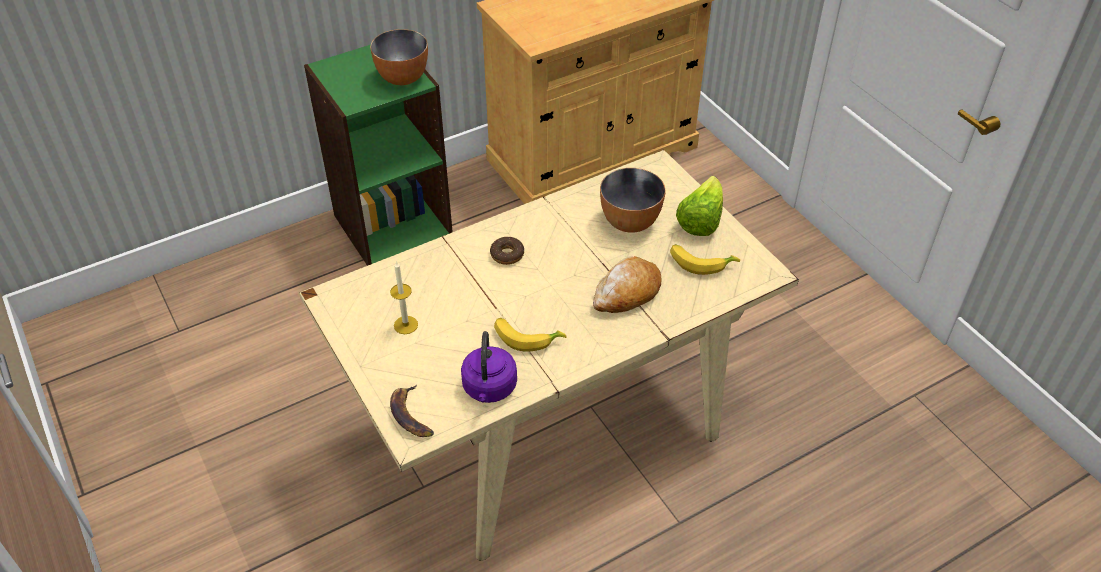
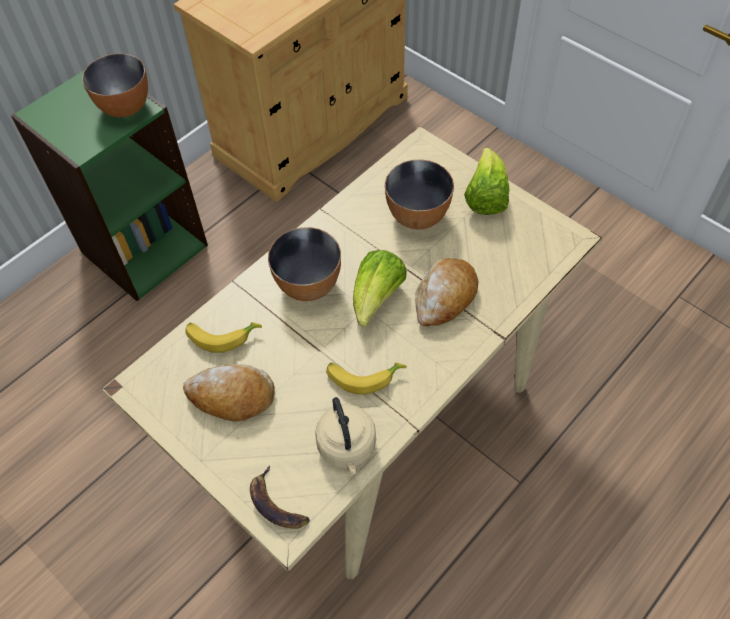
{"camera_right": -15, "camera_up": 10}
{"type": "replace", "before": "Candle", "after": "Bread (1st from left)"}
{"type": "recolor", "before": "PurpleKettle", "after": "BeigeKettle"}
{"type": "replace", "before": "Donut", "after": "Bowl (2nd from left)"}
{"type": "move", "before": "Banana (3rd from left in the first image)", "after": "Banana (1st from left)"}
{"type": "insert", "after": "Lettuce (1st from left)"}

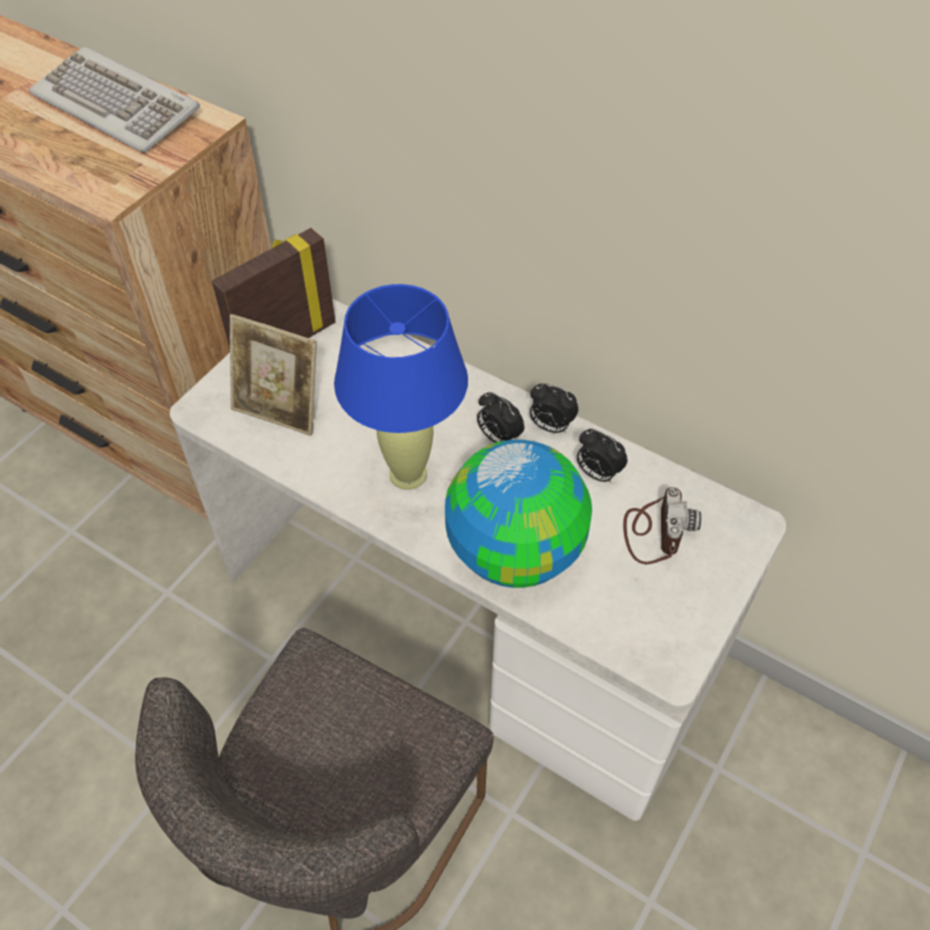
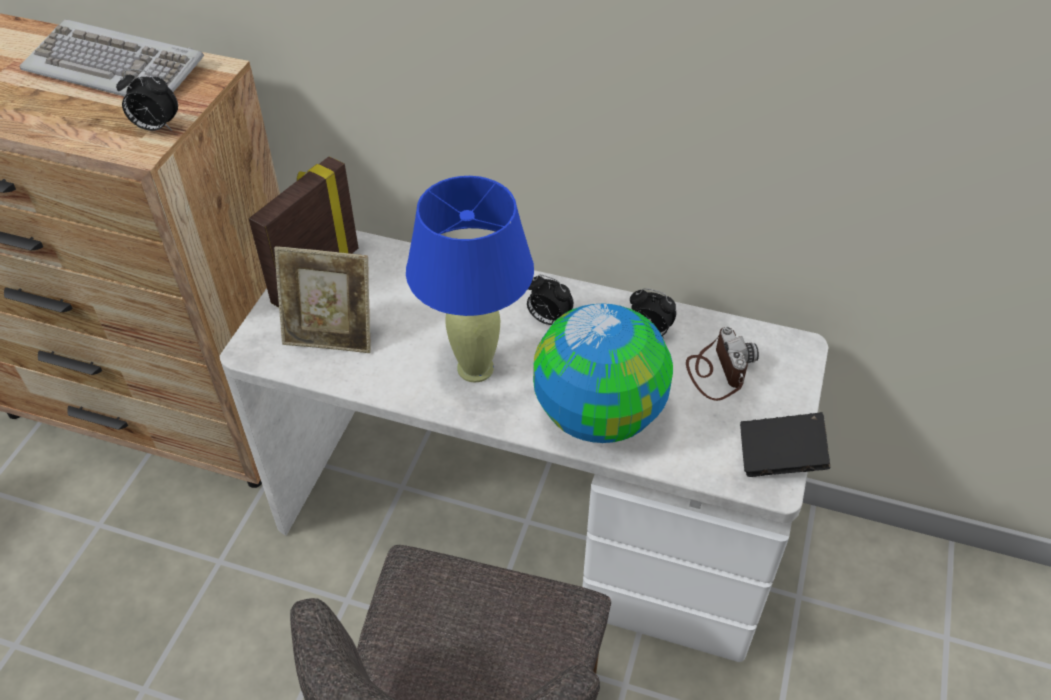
{"camera_right": -15, "camera_up": -5}
{"type": "move", "before": "AlarmClock (2nd from left in the first image)", "after": "AlarmClock (1st from left)"}
{"type": "insert", "after": "BlackBook"}

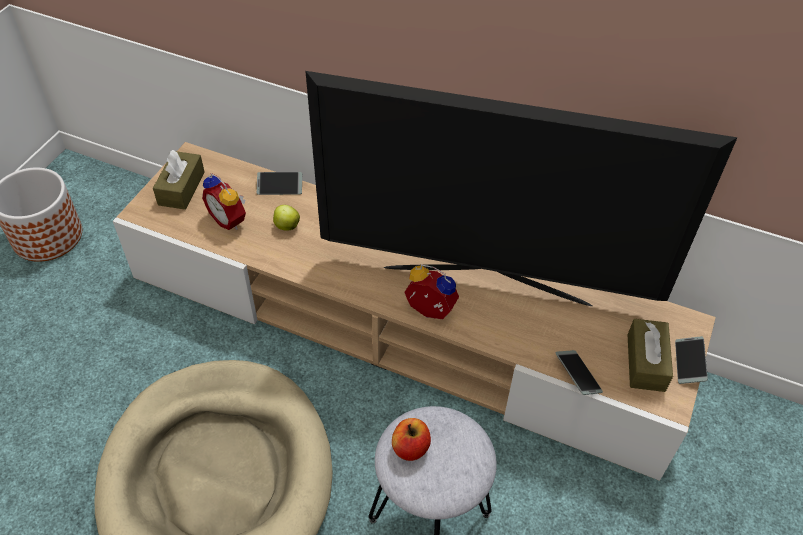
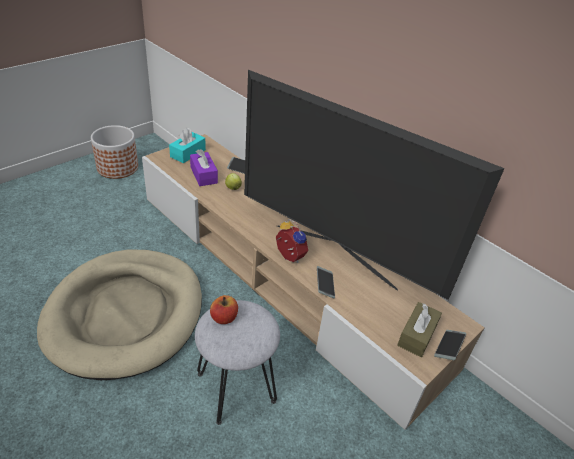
{"camera_right": 20, "camera_up": -10}
{"type": "recolor", "before": "BrownTissueBox (1st from left)", "after": "TurquoiseTissueBox"}
{"type": "replace", "before": "AlarmClock (1st from left)", "after": "PurpleTissueBox"}
{"type": "move", "before": "Phone (2nd from left)"}

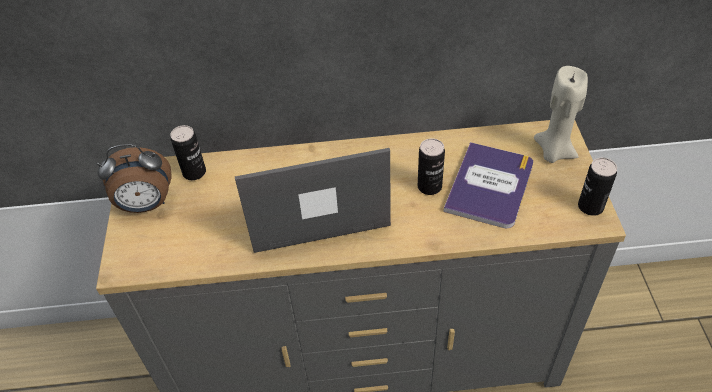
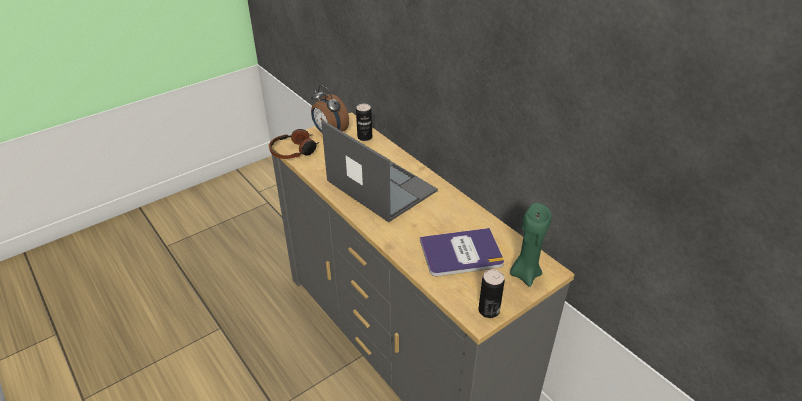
{"camera_right": 55, "camera_up": -10}
{"type": "delete", "before": "Can (2nd from left)"}
{"type": "recolor", "before": "BeigeCandle", "after": "GreenCandle"}
{"type": "insert", "after": "Headphones"}

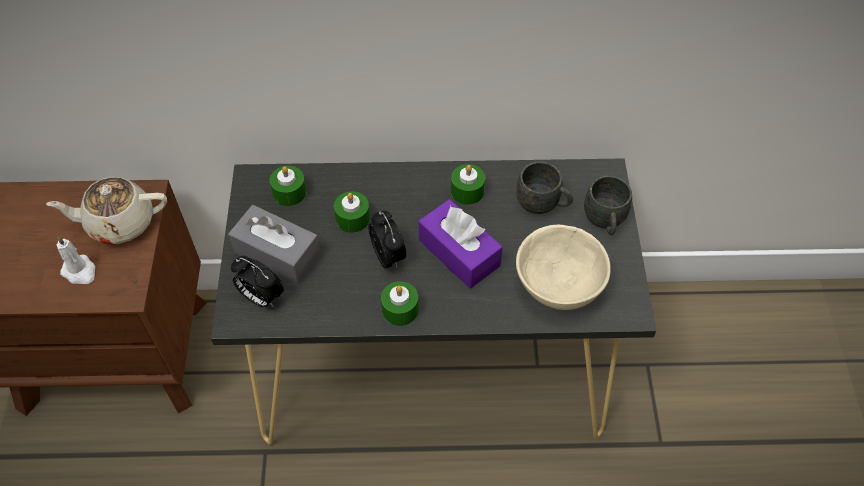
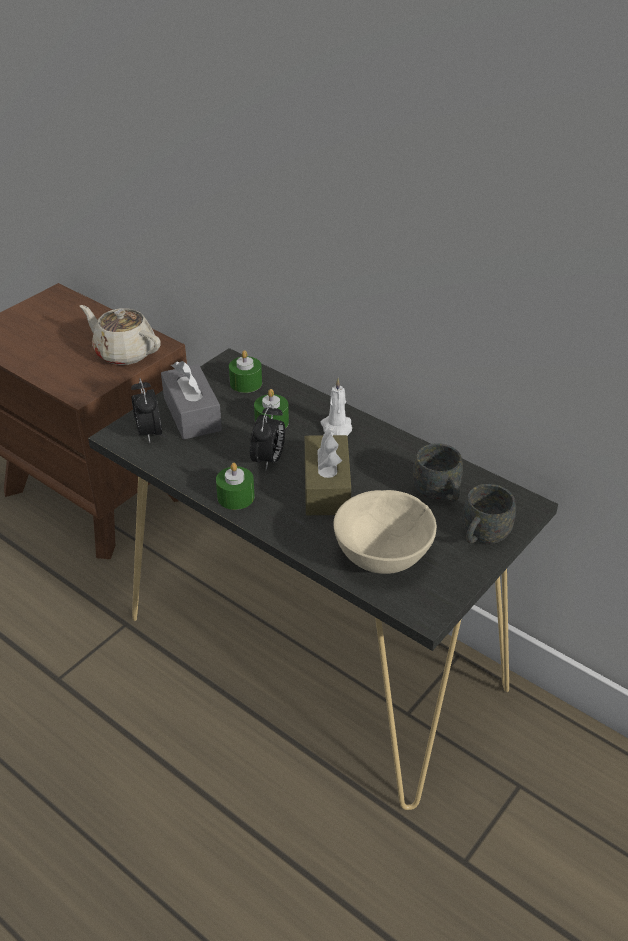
{"camera_right": 40, "camera_up": -15}
{"type": "move", "before": "WhiteCandle"}
{"type": "recolor", "before": "PurpleTissueBox", "after": "BrownTissueBox"}
{"type": "delete", "before": "GreenCandle (4th from left)"}

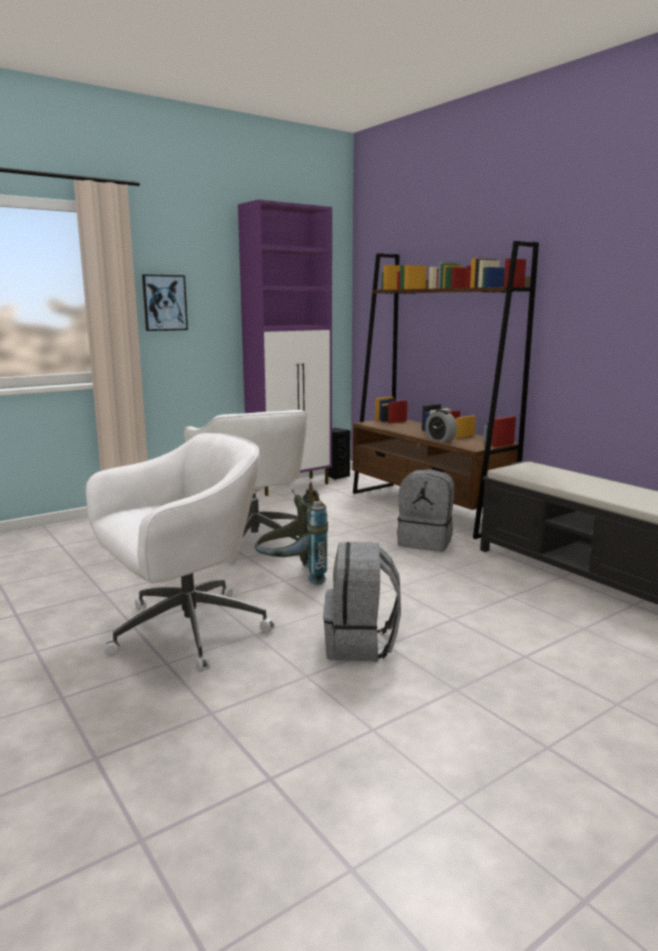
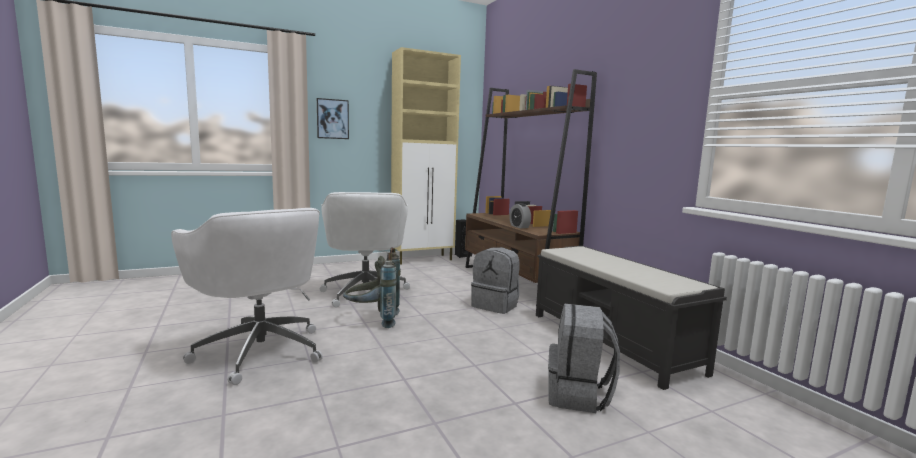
{"camera_right": 10, "camera_up": -5}
{"type": "rotate", "before": "WhiteOfficeChair (1st from left)", "turn": 75}
{"type": "recolor", "before": "PurpleCabinet", "after": "BeigeCabinet"}
{"type": "move", "before": "GreyBackpack (2nd from left in the first image)", "after": "GreyBackpack (3rd from left)"}

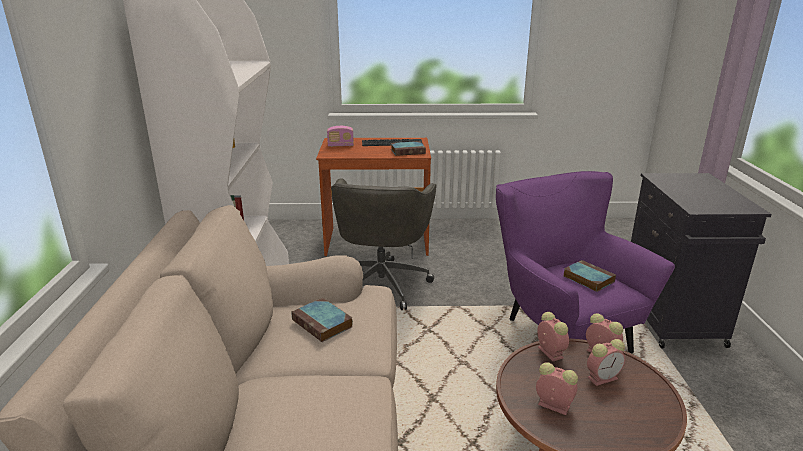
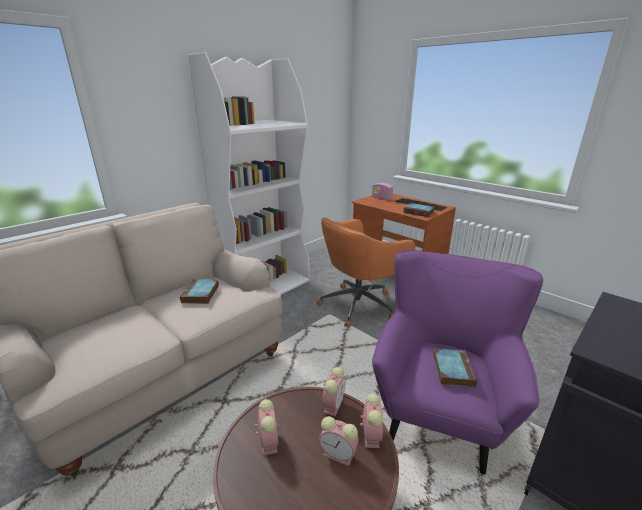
{"camera_right": 45, "camera_up": 0}
{"type": "recolor", "before": "GreyOfficeChair", "after": "OrangeOfficeChair"}

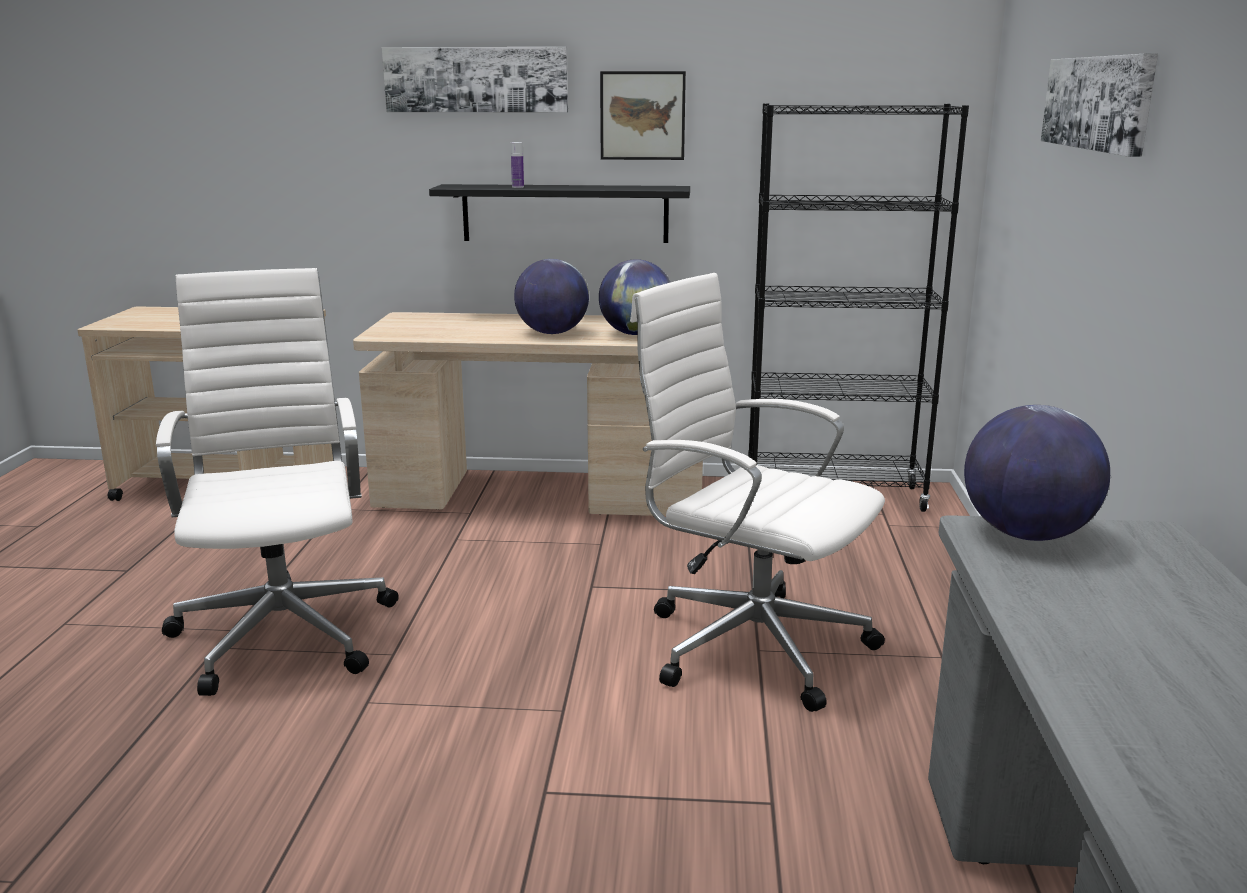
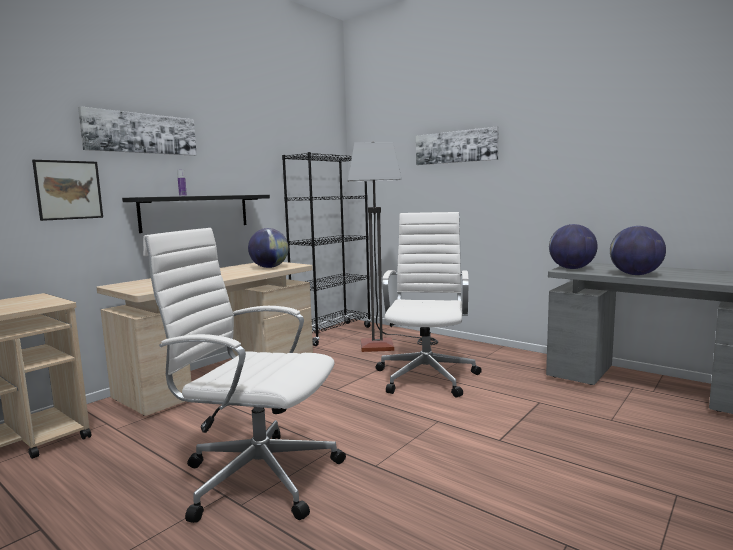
{"camera_right": -55, "camera_up": -10}
{"type": "move", "before": "Globe (1st from left in the first image)", "after": "Globe (3rd from left)"}
{"type": "move", "before": "Picture (2nd from left in the first image)", "after": "Picture (1st from left)"}
{"type": "rotate", "before": "WhiteOfficeChair (2nd from left)", "turn": 120}
{"type": "insert", "after": "FloorLamp"}

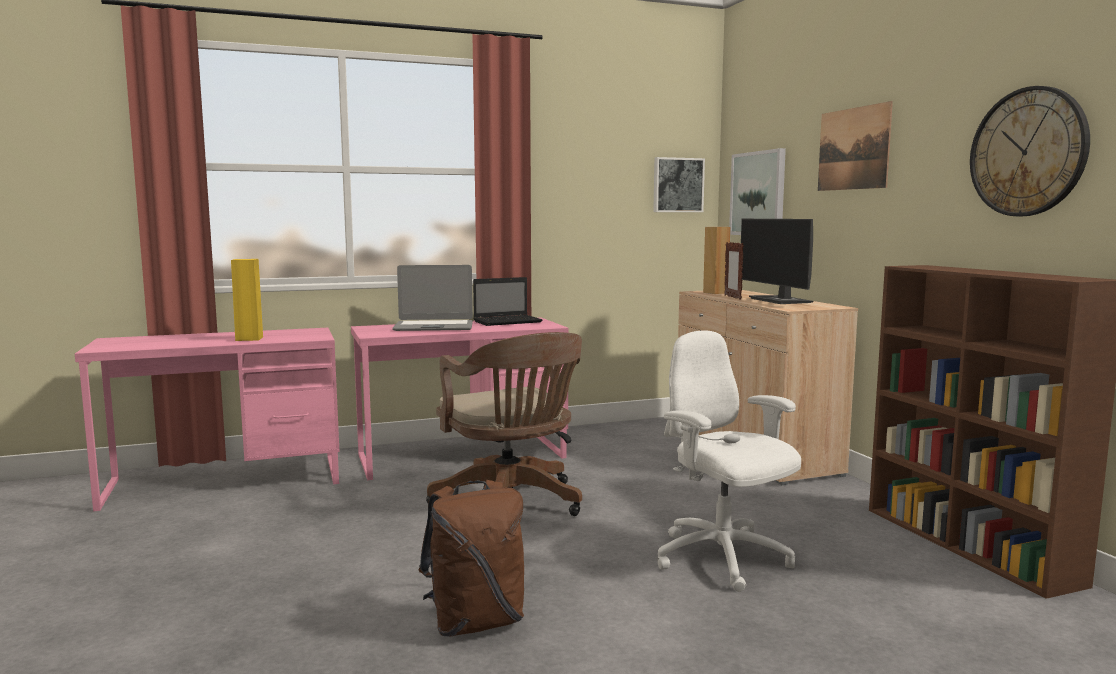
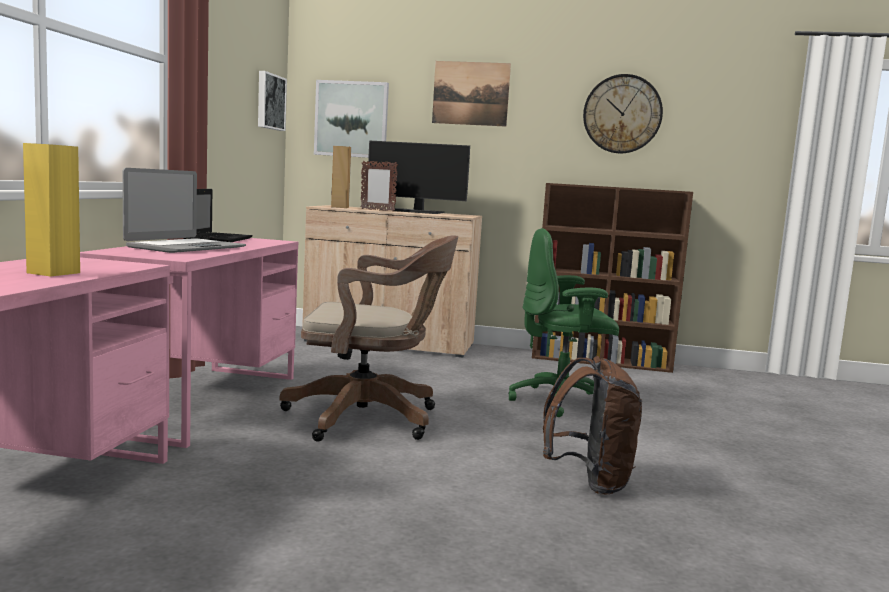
{"camera_right": -60, "camera_up": 0}
{"type": "recolor", "before": "WhiteOfficeChair", "after": "GreenOfficeChair"}

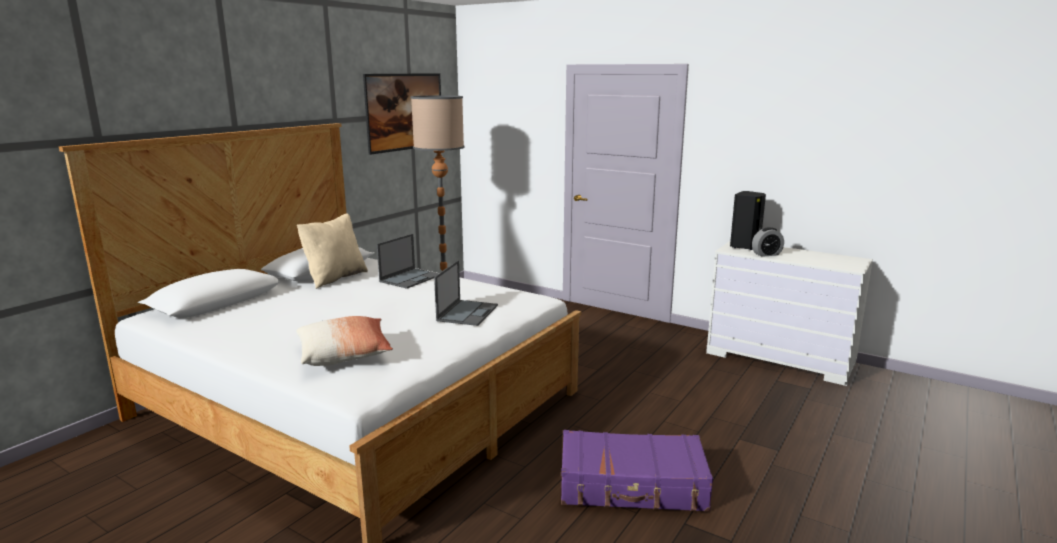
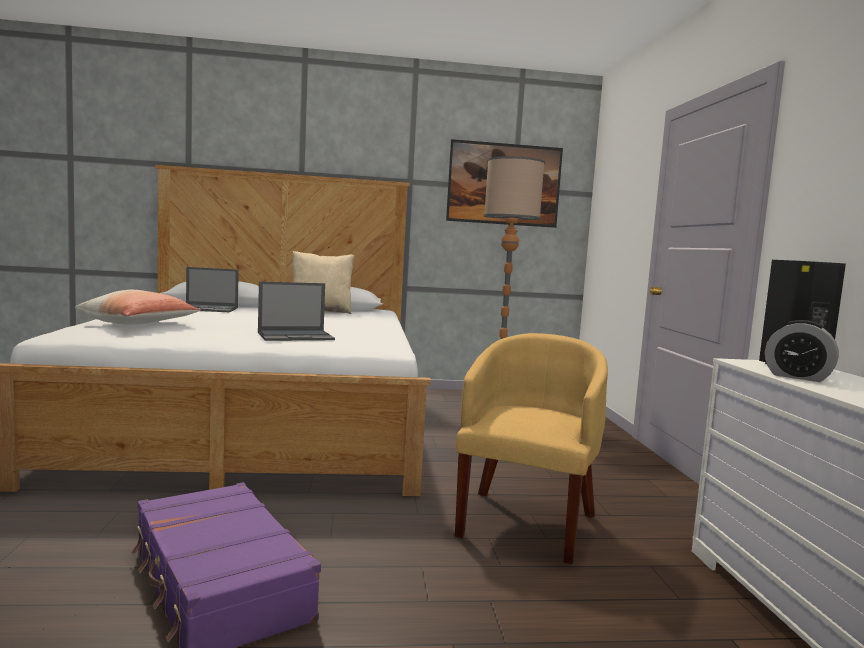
{"camera_right": 50, "camera_up": -10}
{"type": "move", "before": "Laptop (1st from left)"}
{"type": "insert", "after": "YellowArmchair"}

